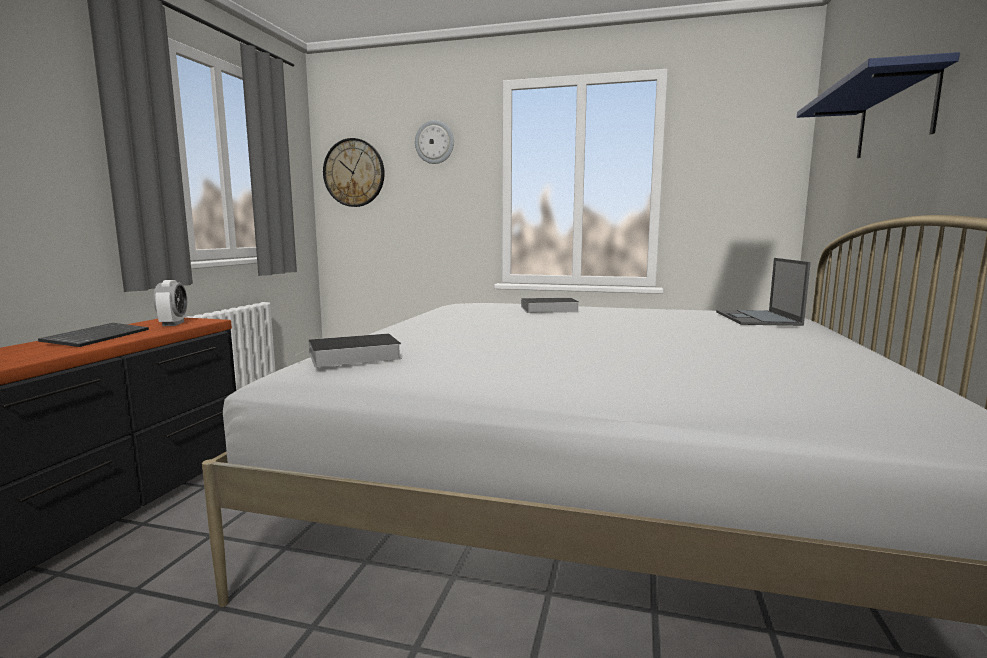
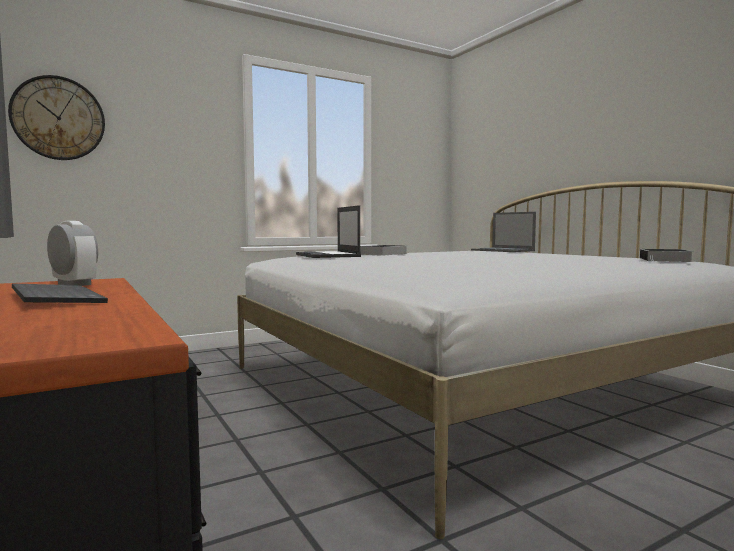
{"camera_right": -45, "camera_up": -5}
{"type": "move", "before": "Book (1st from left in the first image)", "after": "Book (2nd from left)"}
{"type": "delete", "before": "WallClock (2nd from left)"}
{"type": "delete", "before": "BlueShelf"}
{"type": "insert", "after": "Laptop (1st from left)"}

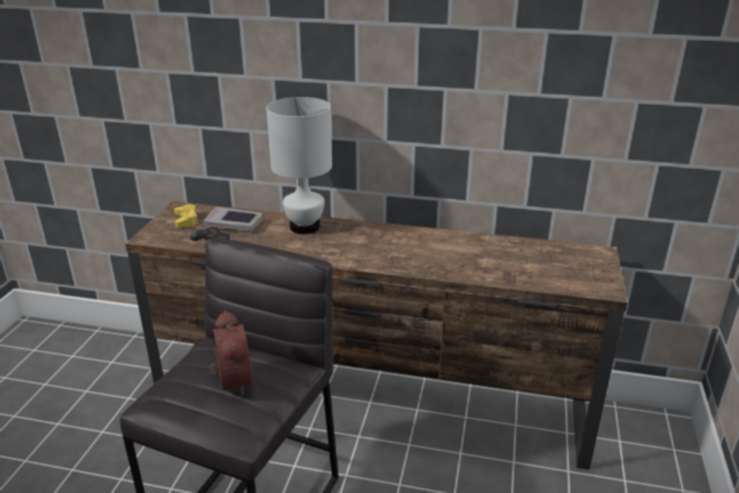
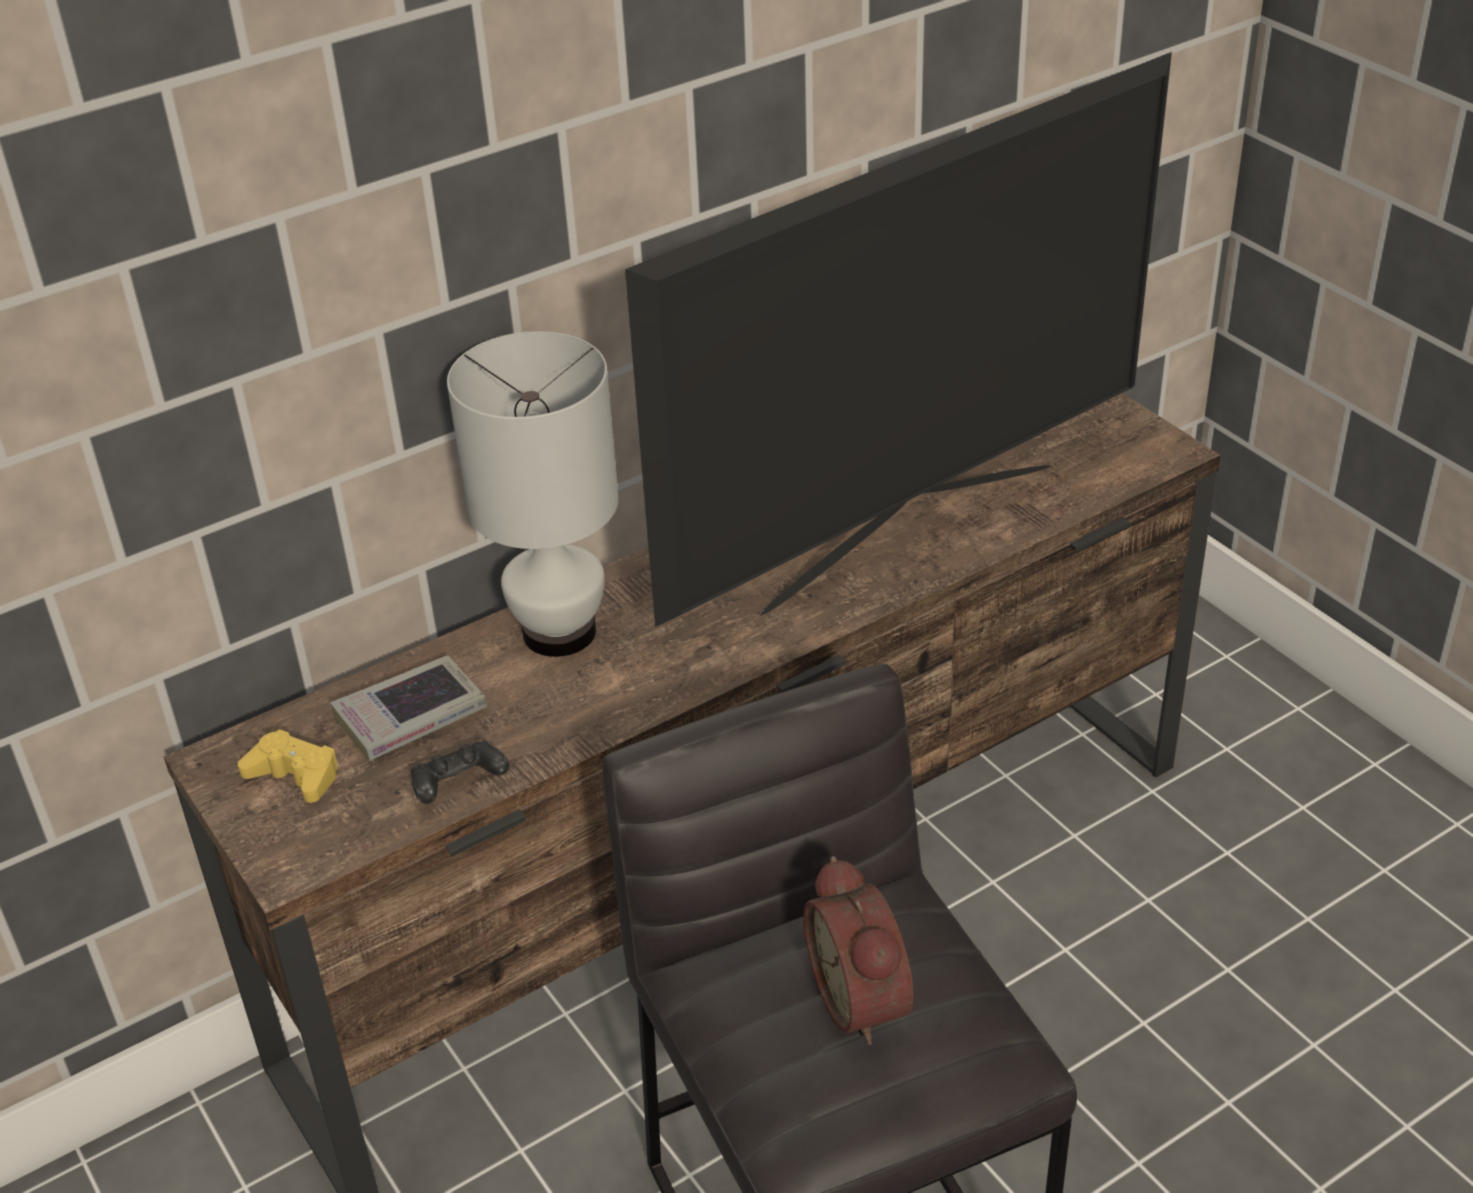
{"camera_right": -45, "camera_up": 10}
{"type": "rotate", "before": "AlarmClock", "turn": -135}
{"type": "insert", "after": "Television"}

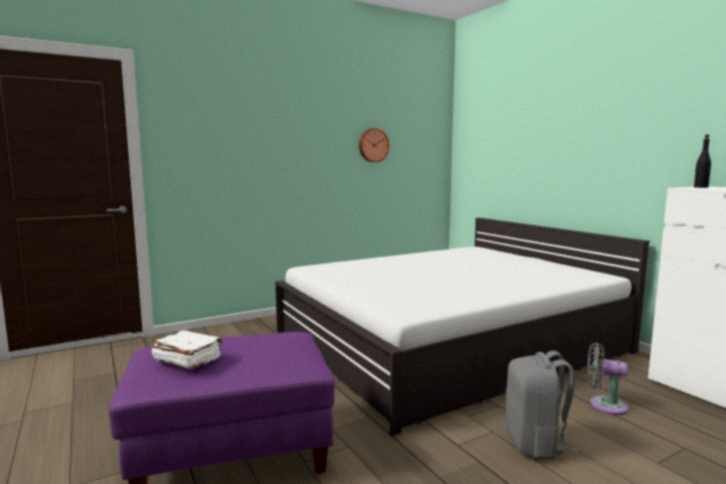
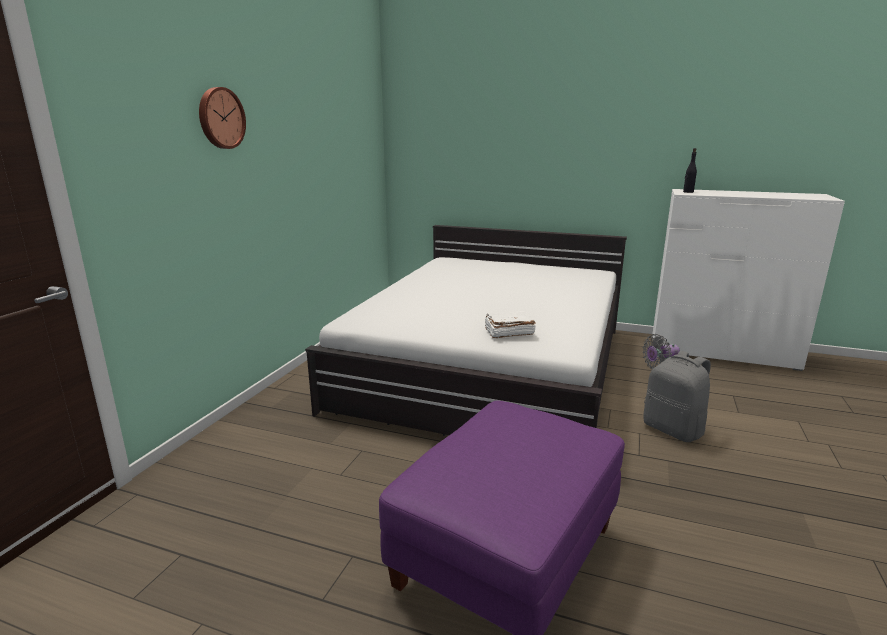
{"camera_right": -40, "camera_up": 10}
{"type": "move", "before": "WhiteBook"}
{"type": "move", "before": "WallClock"}

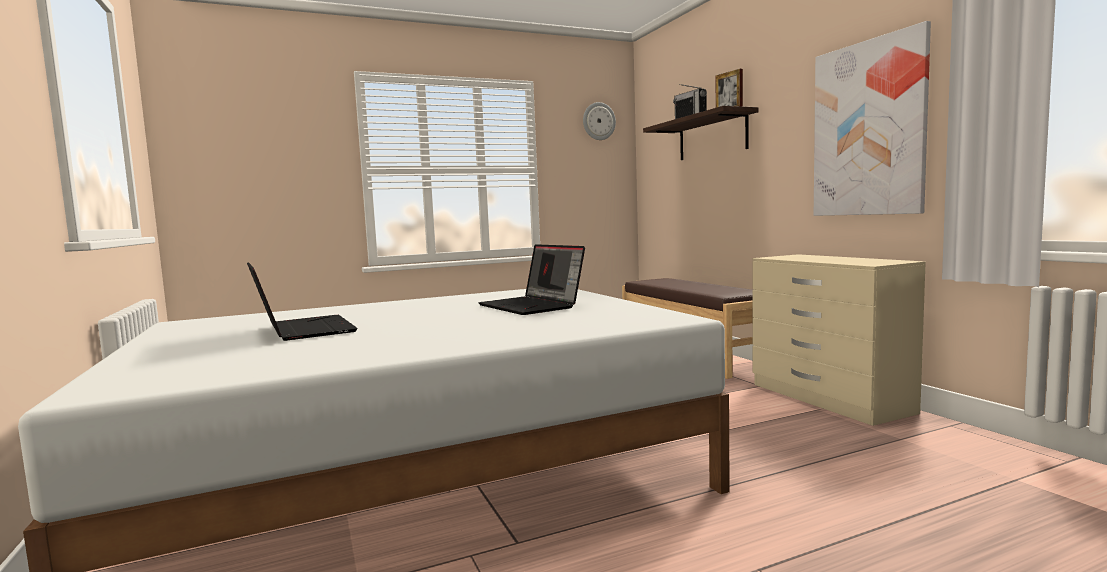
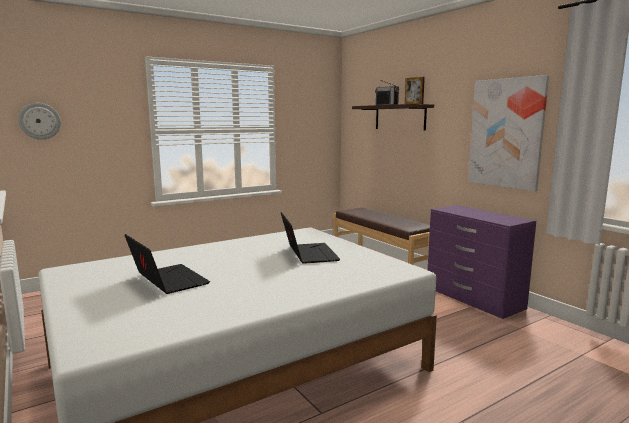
{"camera_right": -10, "camera_up": 5}
{"type": "rotate", "before": "Laptop (2nd from left)", "turn": -150}
{"type": "move", "before": "WallClock"}
{"type": "recolor", "before": "BeigeDresser", "after": "PurpleDresser"}

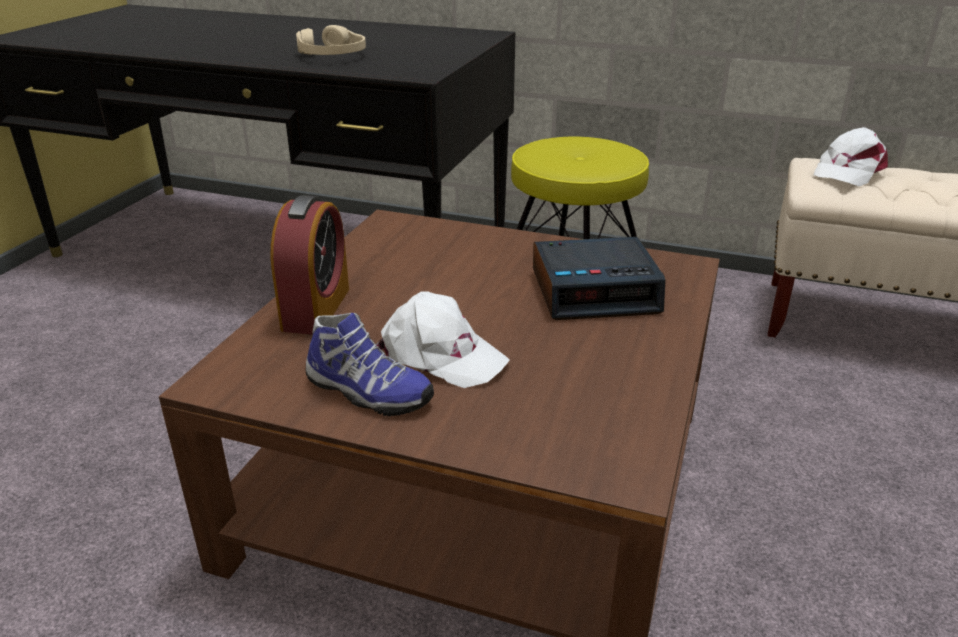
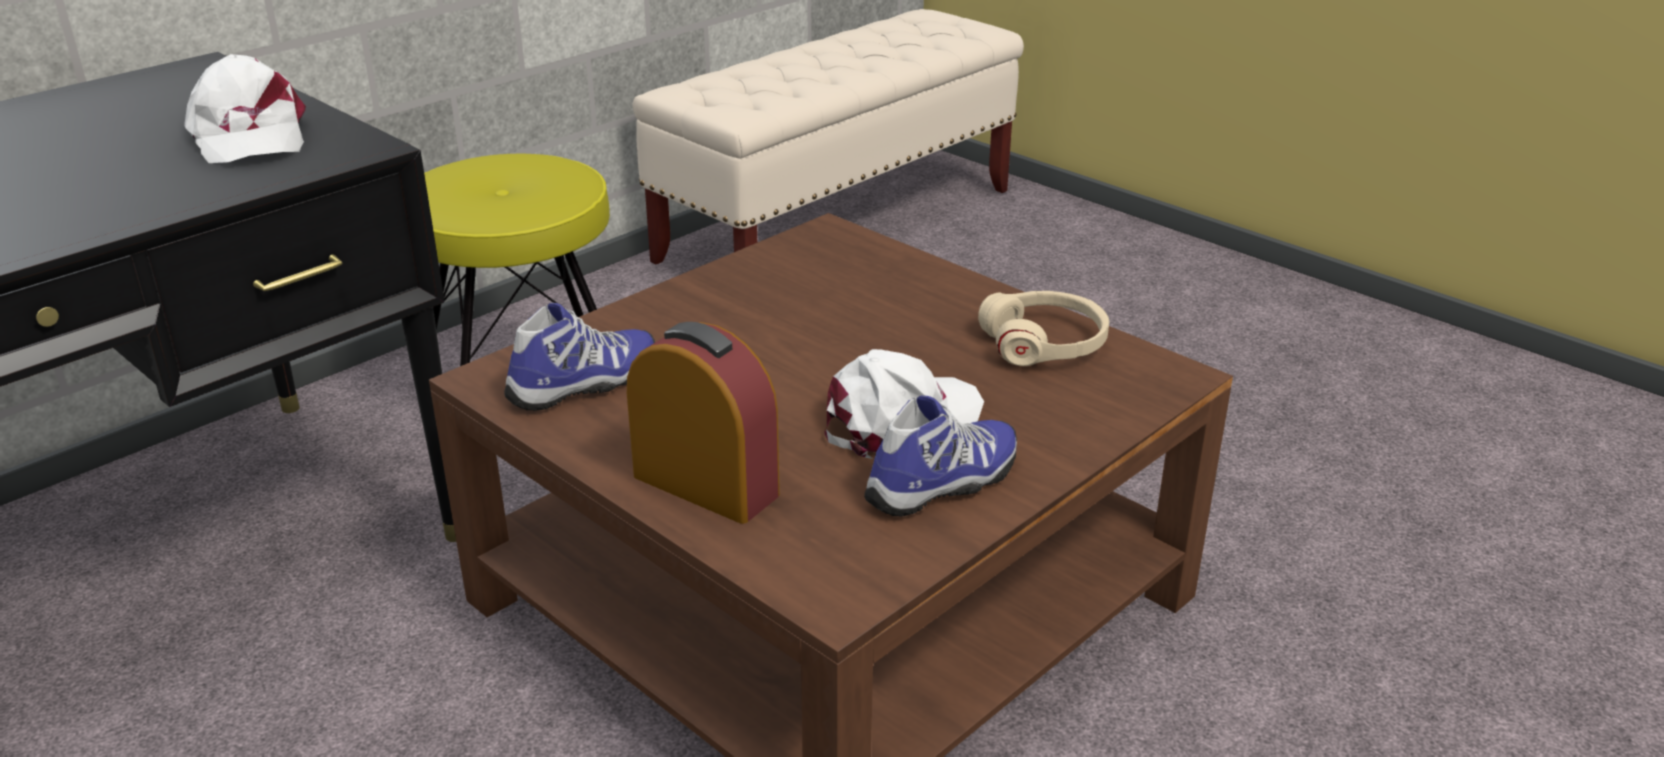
{"camera_right": -65, "camera_up": 0}
{"type": "move", "before": "BeigeHeadphones"}
{"type": "delete", "before": "AlarmClock (2nd from left)"}
{"type": "move", "before": "WhiteCap (2nd from left in the first image)", "after": "WhiteCap (1st from left)"}
{"type": "insert", "after": "Shoe (1st from left)"}

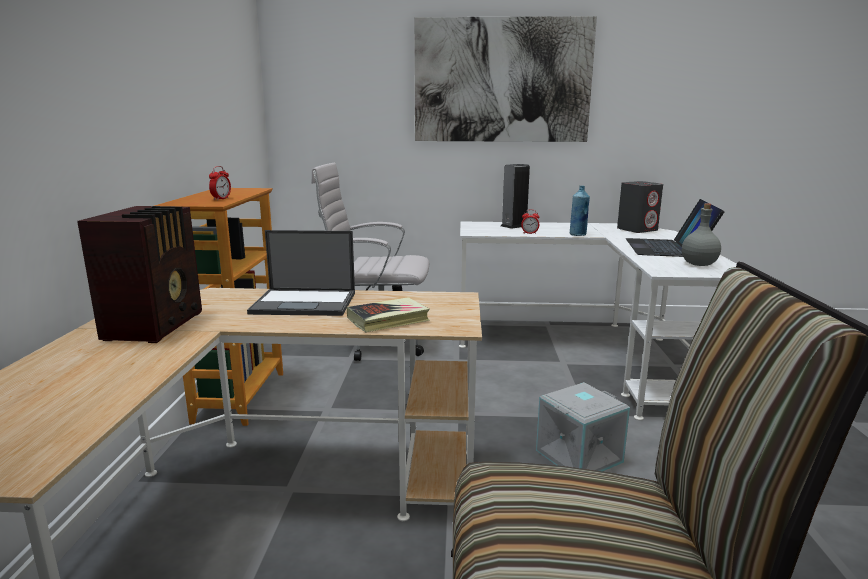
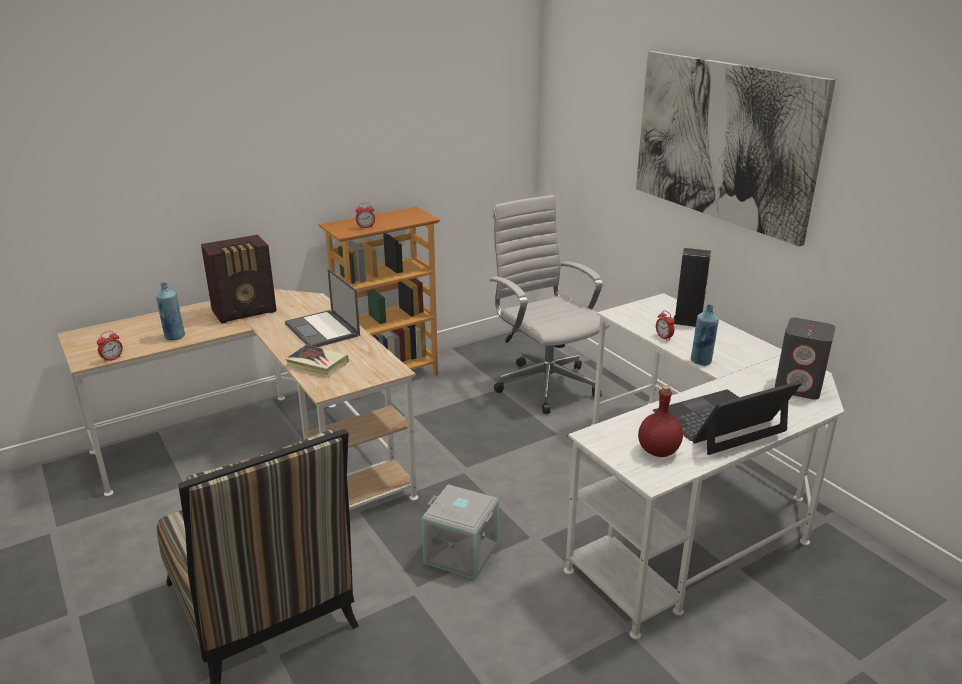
{"camera_right": 55, "camera_up": 10}
{"type": "recolor", "before": "GreyBottle", "after": "RedBottle"}
{"type": "insert", "after": "AlarmClock (1st from left)"}
{"type": "insert", "after": "BlueBottle (1st from left)"}

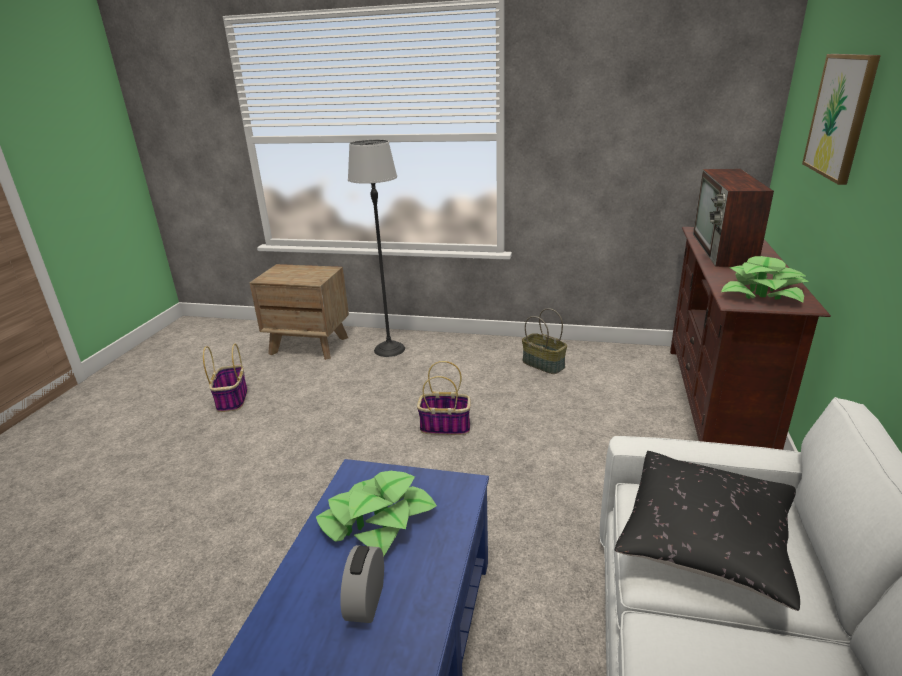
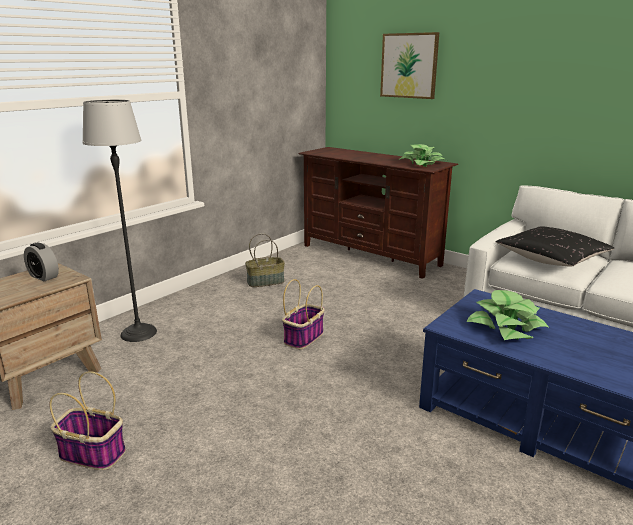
{"camera_right": -65, "camera_up": -5}
{"type": "move", "before": "AlarmClock"}
{"type": "delete", "before": "Television"}

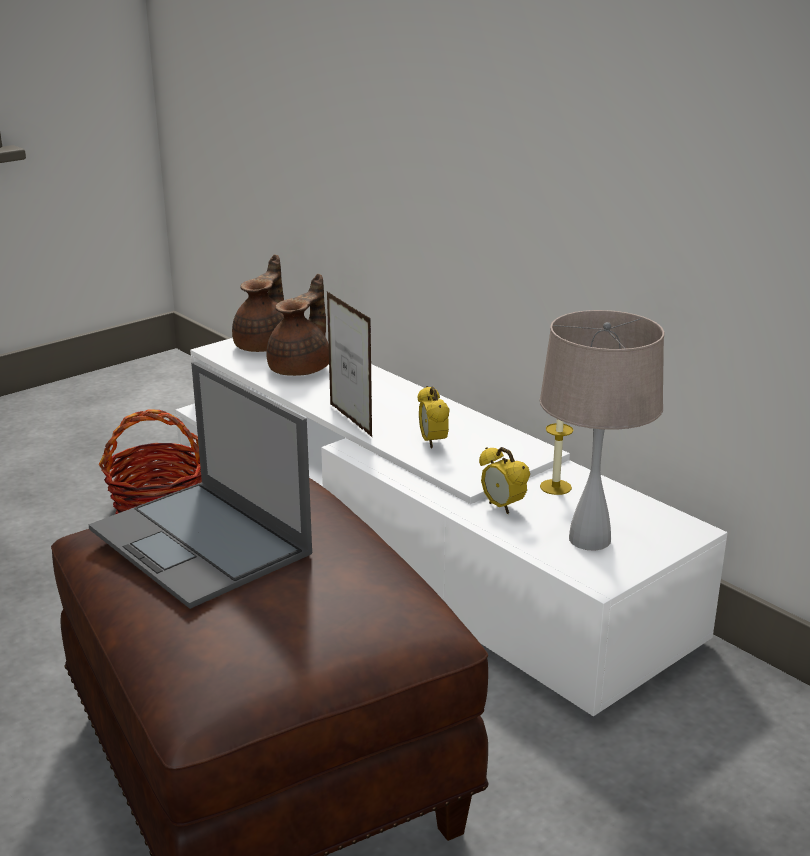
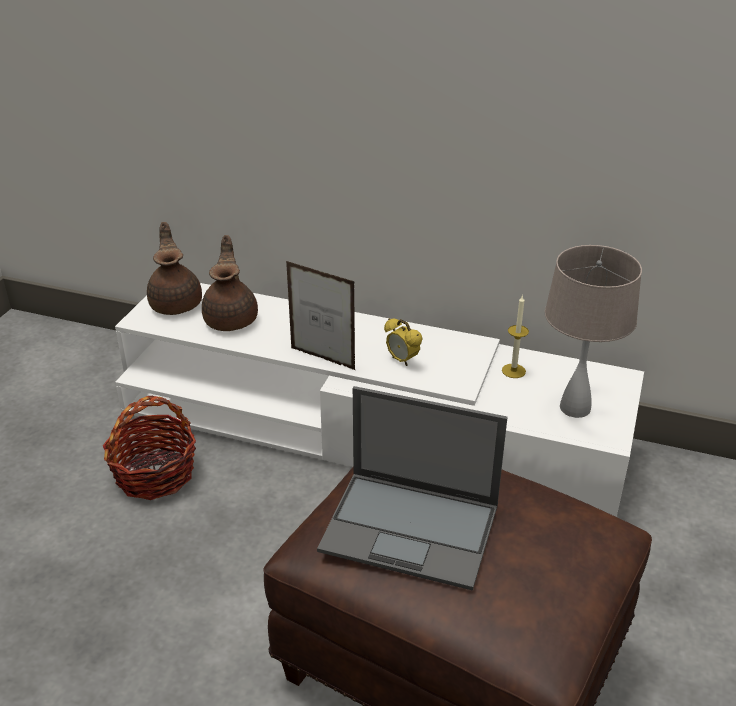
{"camera_right": -30, "camera_up": 10}
{"type": "delete", "before": "AlarmClock (2nd from left)"}

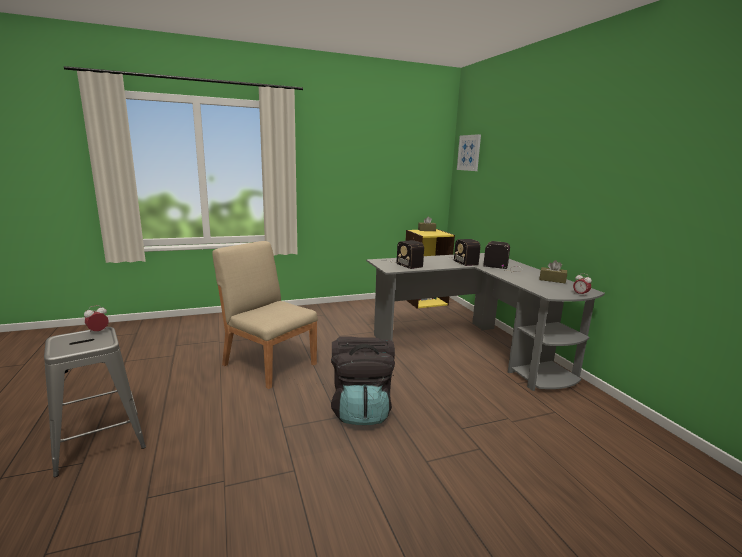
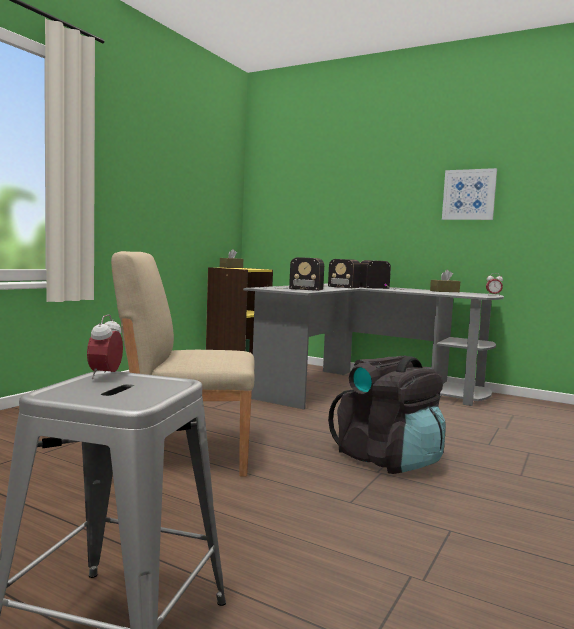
{"camera_right": -40, "camera_up": -10}
{"type": "move", "before": "Picture"}

